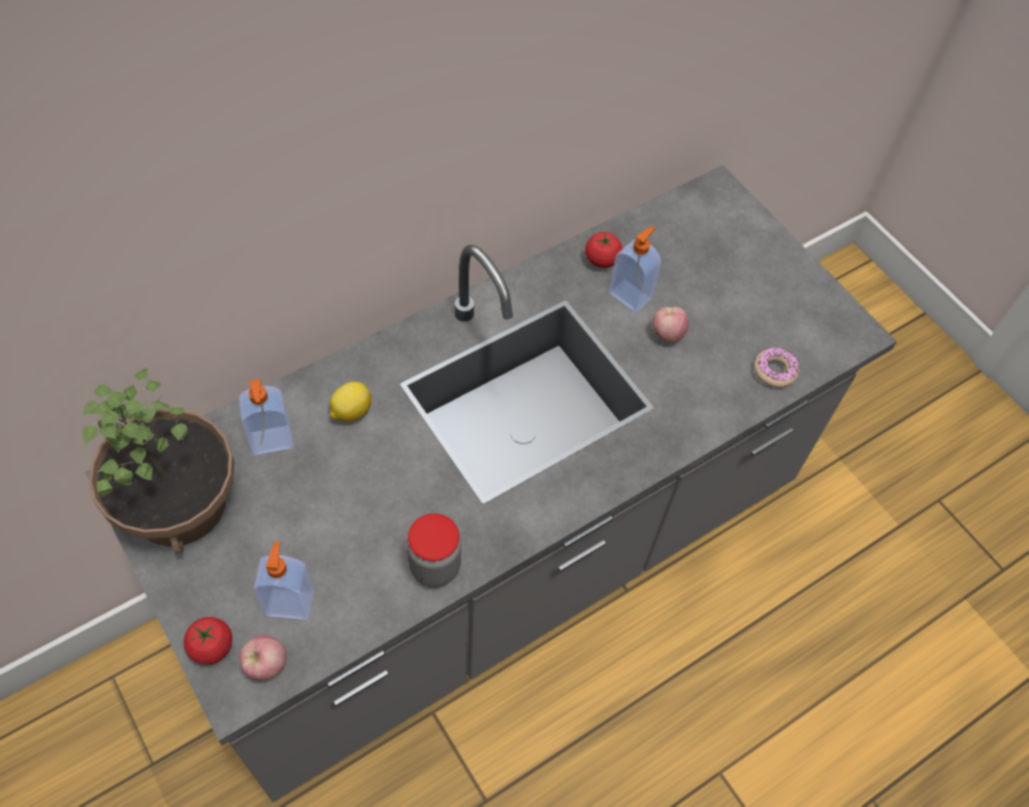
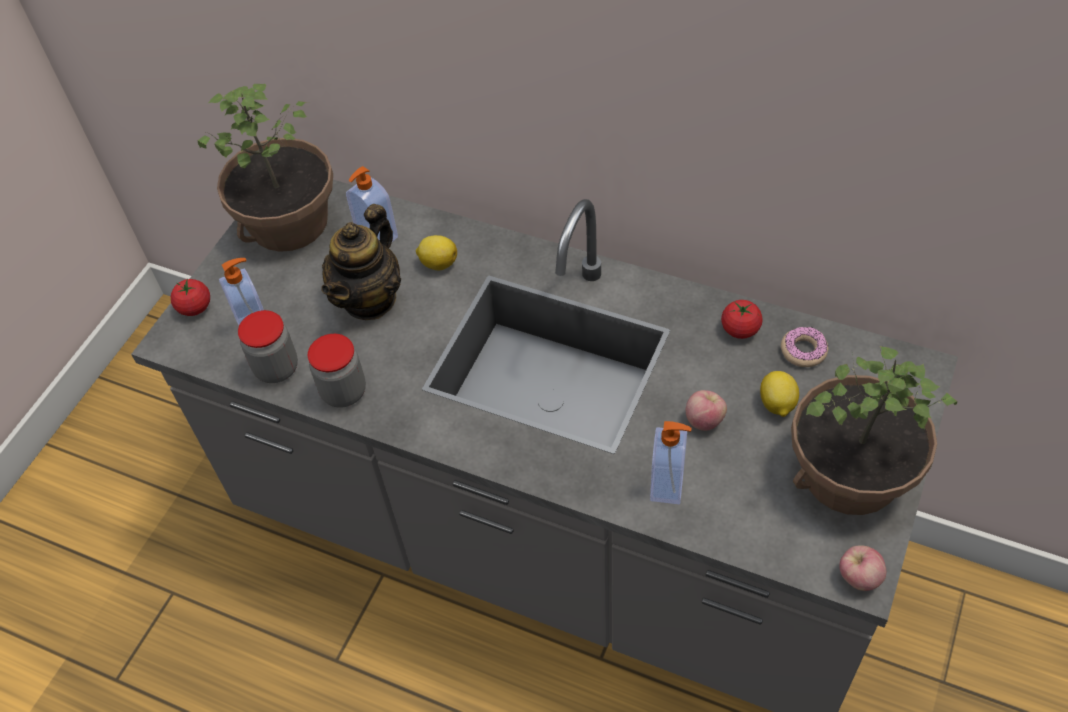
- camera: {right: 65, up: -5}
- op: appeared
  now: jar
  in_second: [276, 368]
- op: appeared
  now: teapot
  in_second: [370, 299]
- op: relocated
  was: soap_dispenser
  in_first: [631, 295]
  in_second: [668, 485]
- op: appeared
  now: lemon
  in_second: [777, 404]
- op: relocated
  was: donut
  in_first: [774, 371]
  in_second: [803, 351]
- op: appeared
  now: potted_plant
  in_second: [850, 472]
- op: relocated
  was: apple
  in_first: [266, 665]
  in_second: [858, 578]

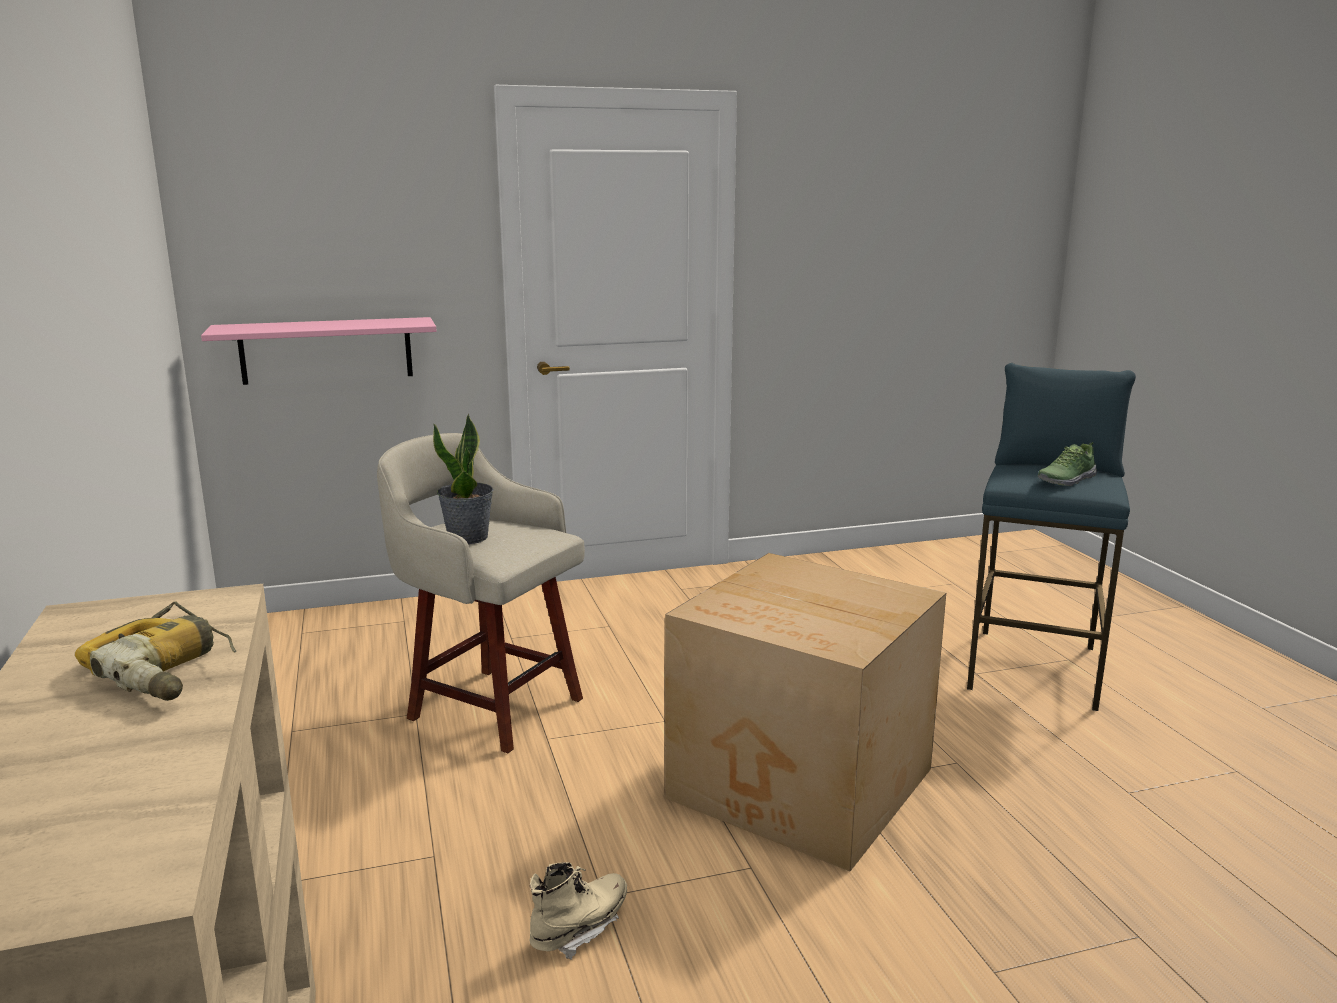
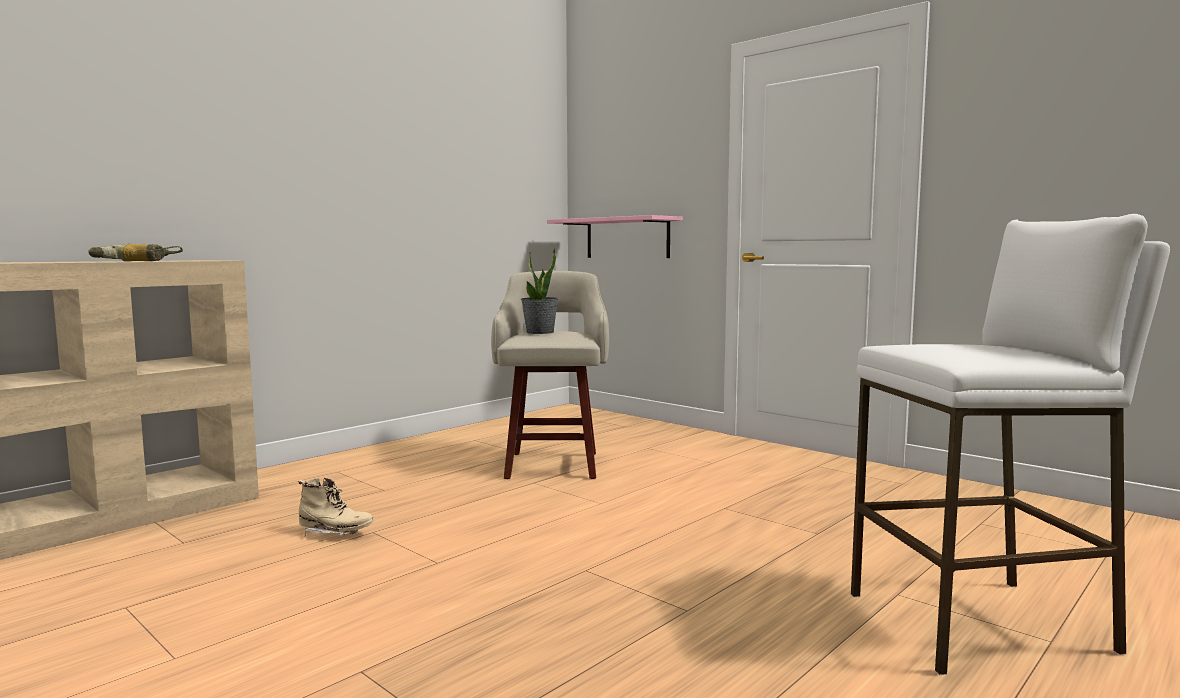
- camera: {right: 60, up: -10}
- op: colour
  was: blue_stool
  now: white_stool
  in_first: [1035, 667]
  in_second: [981, 623]
- op: missing
  was: cardboard_box
  in_first: [802, 786]
- op: missing
  was: shoe
  in_first: [1065, 480]

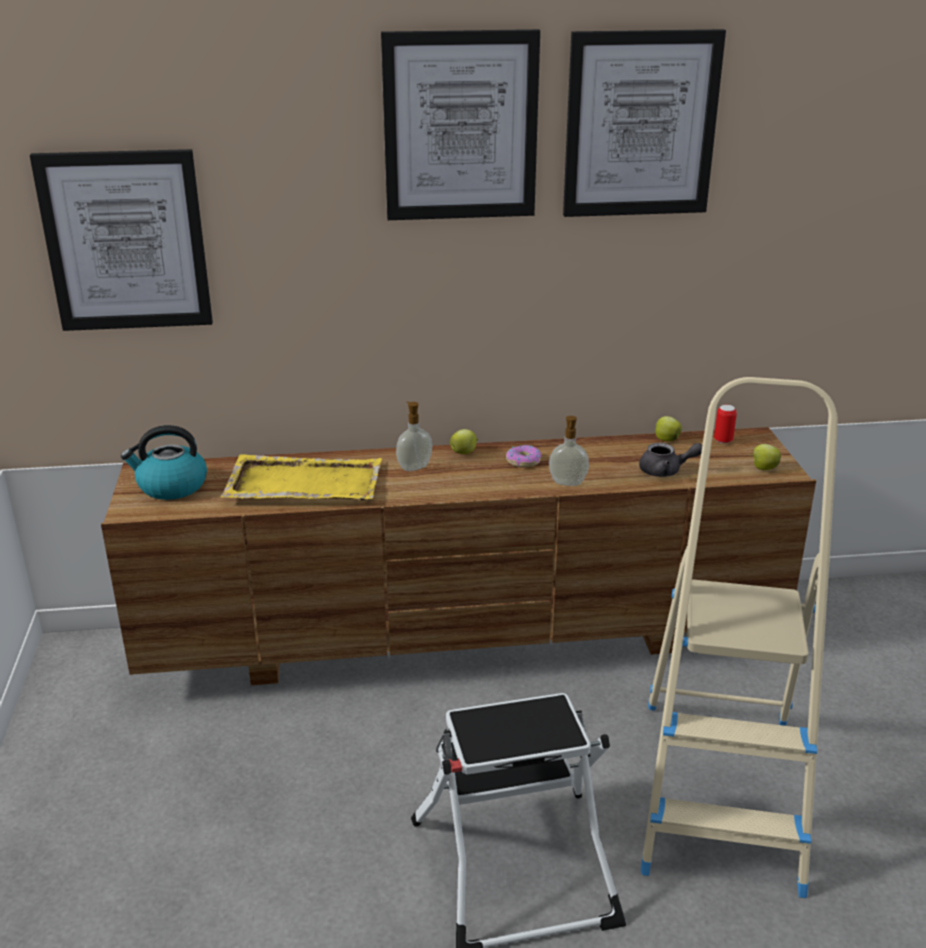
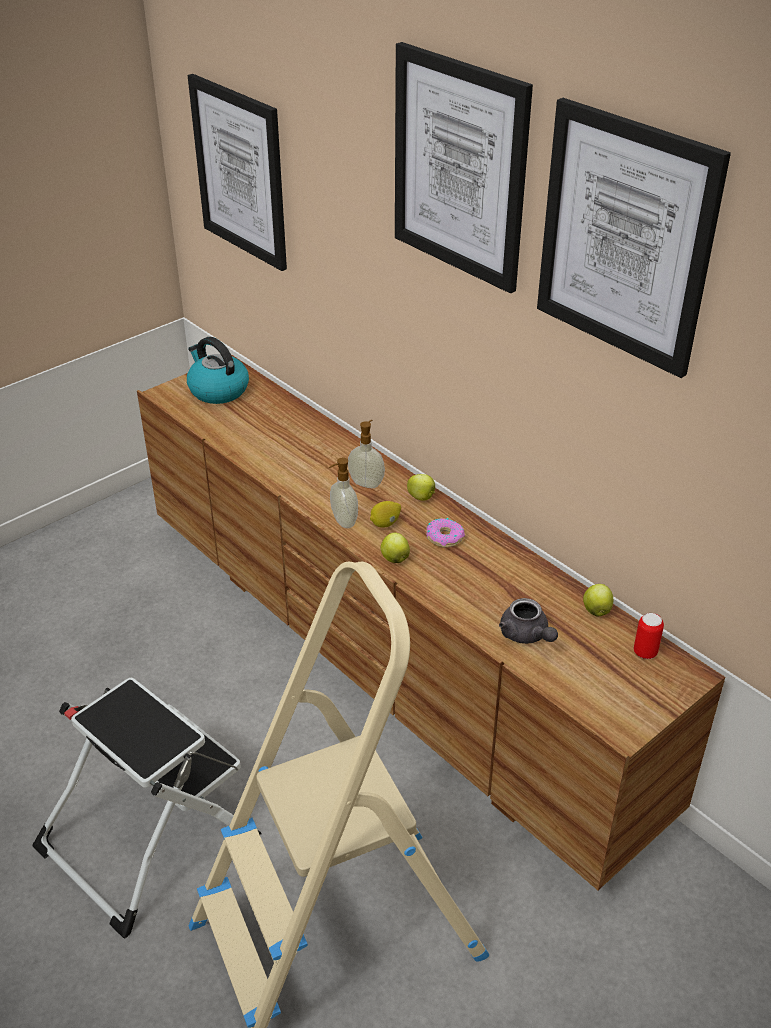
- camera: {right: 55, up: 10}
- op: relocated
  was: soap_dispenser
  in_first: [567, 483]
  in_second: [343, 521]
- op: appeared
  now: lemon
  in_second: [385, 523]
- op: relocated
  was: apple
  in_first: [763, 468]
  in_second: [394, 558]
- op: missing
  was: yellow_tray
  in_first: [302, 483]

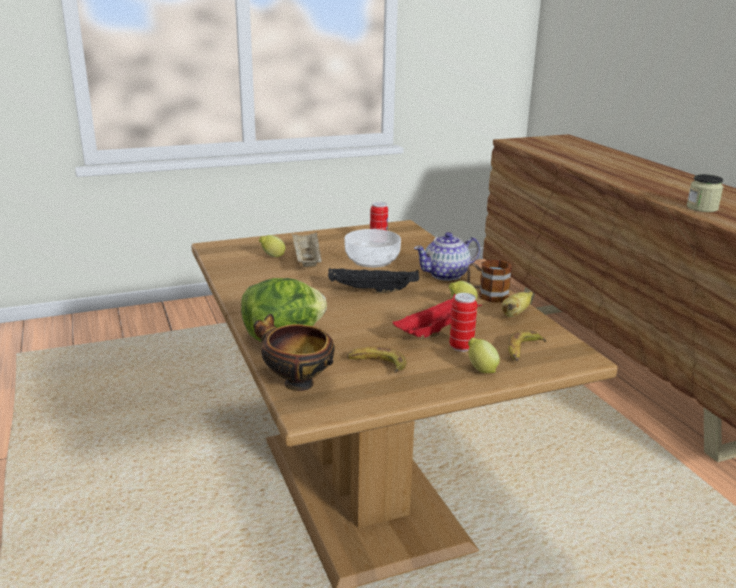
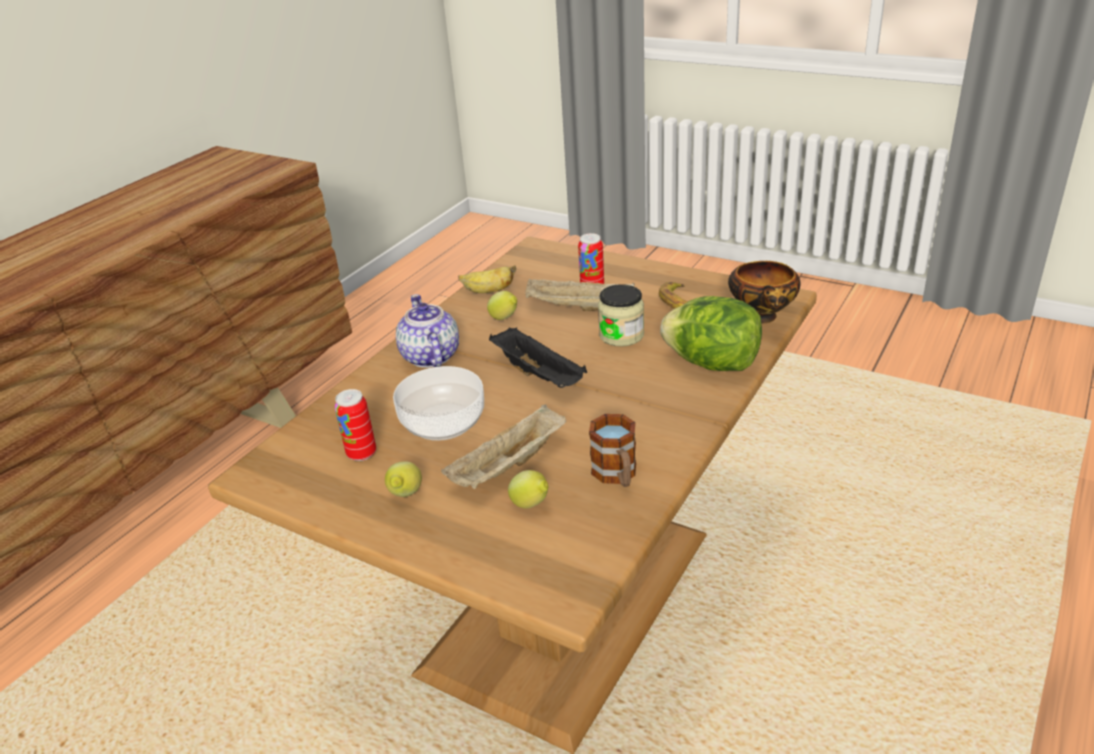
- camera: {right: -125, up: 10}
- op: relocated
  was: lemon
  in_first: [481, 369]
  in_second: [405, 495]
- op: spun
  was: teapot
  in_first: [446, 275]
  in_second: [430, 357]
  clockwise: -135
- op: colour
  was: red_tray
  now: beige_tray
  in_first: [436, 330]
  in_second: [577, 308]
- op: relocated
  was: mug
  in_first: [487, 295]
  in_second: [617, 475]
- op: relocated
  was: jar
  in_first: [702, 208]
  in_second: [621, 335]
- op: missing
  was: banana
  in_first: [523, 351]

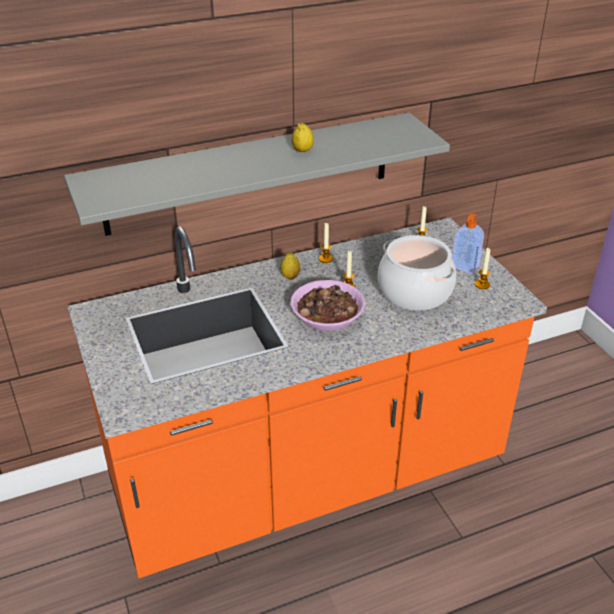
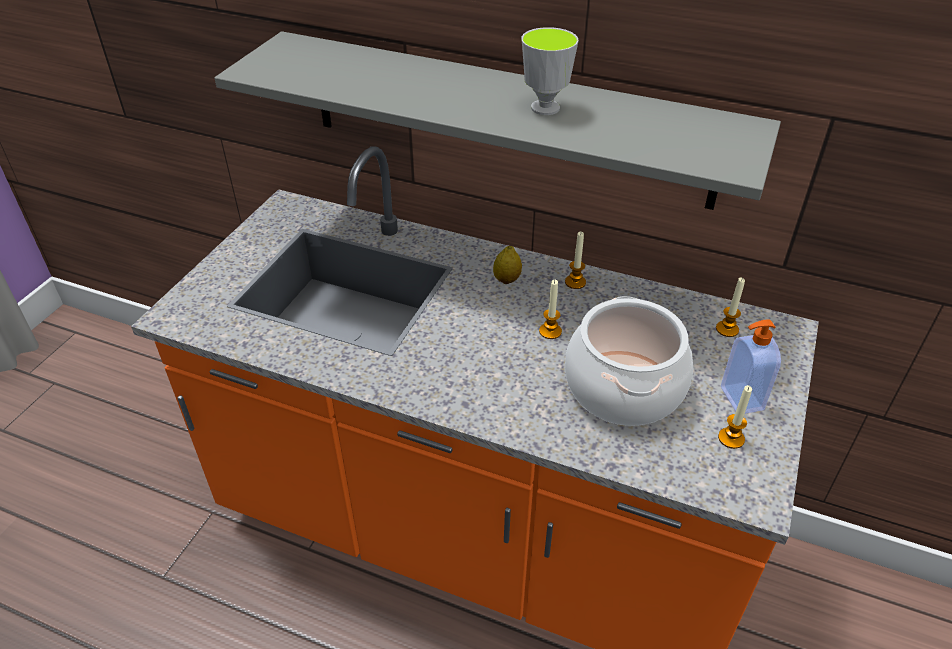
- camera: {right: 45, up: 5}
- op: exchanged
  was: lemon
  now: cup
  in_first: [302, 150]
  in_second: [545, 108]
- op: missing
  was: bowl
  in_first: [326, 315]

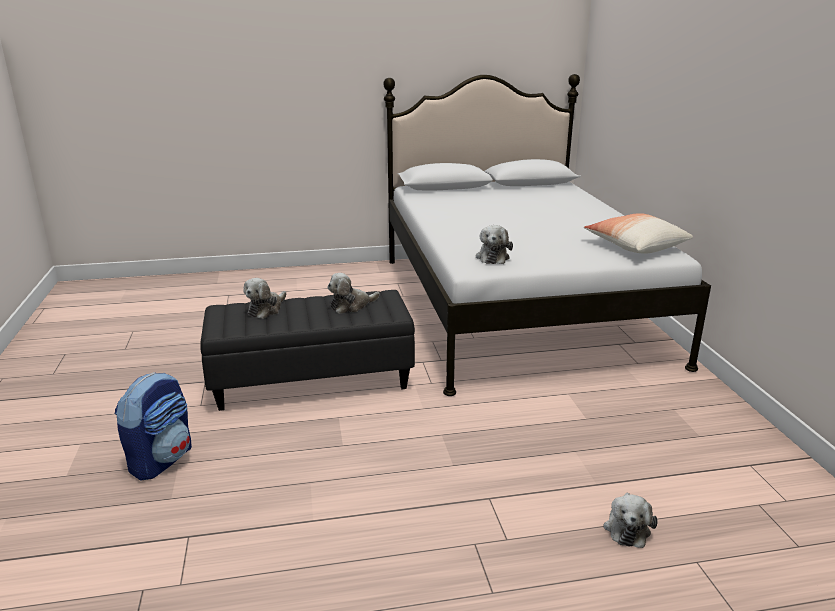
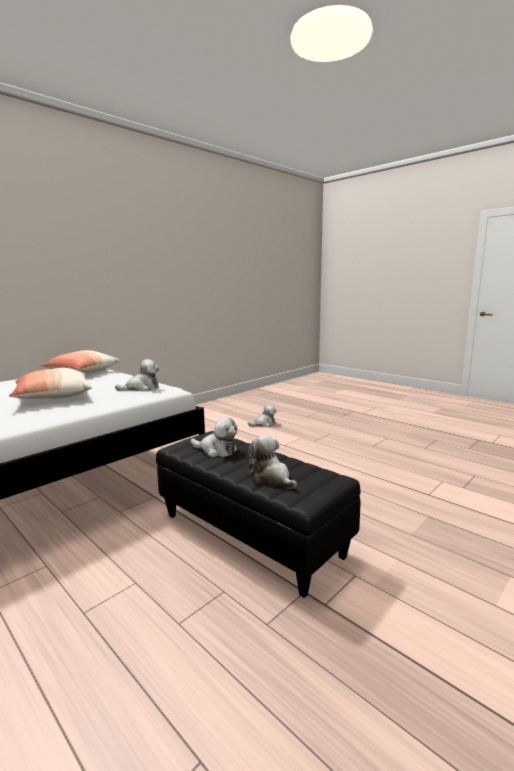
- camera: {right: -125, up: -10}
- op: appeared
  now: pillow
  in_second: [53, 397]
- op: spun
  was: plush_toy
  in_first: [266, 309]
  in_second: [271, 478]
  clockwise: -120
- op: missing
  was: backpack
  in_first: [161, 460]

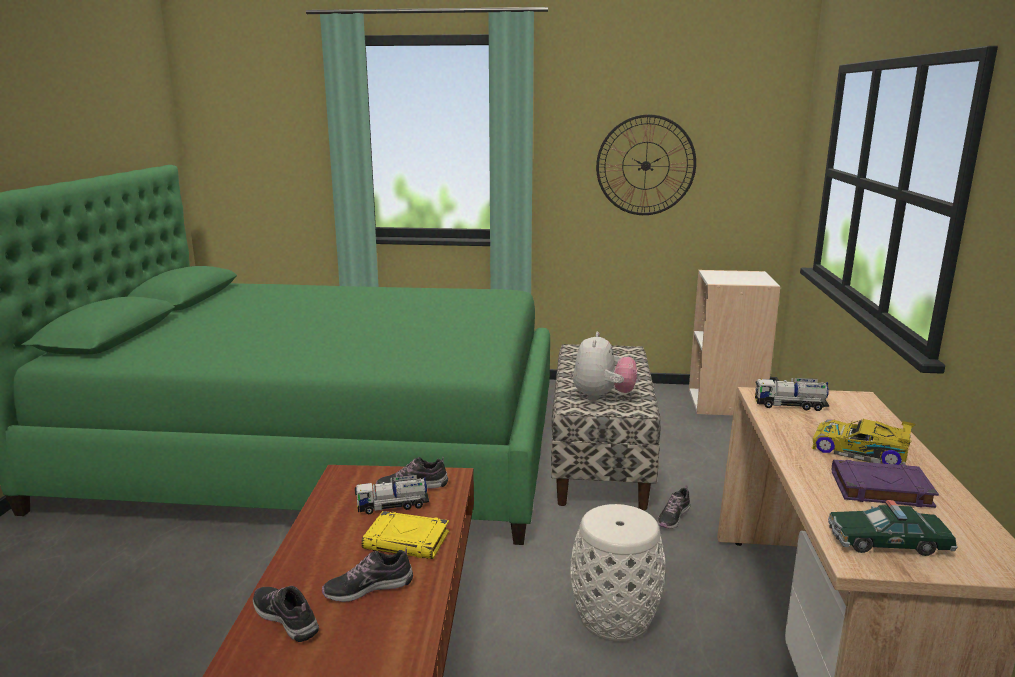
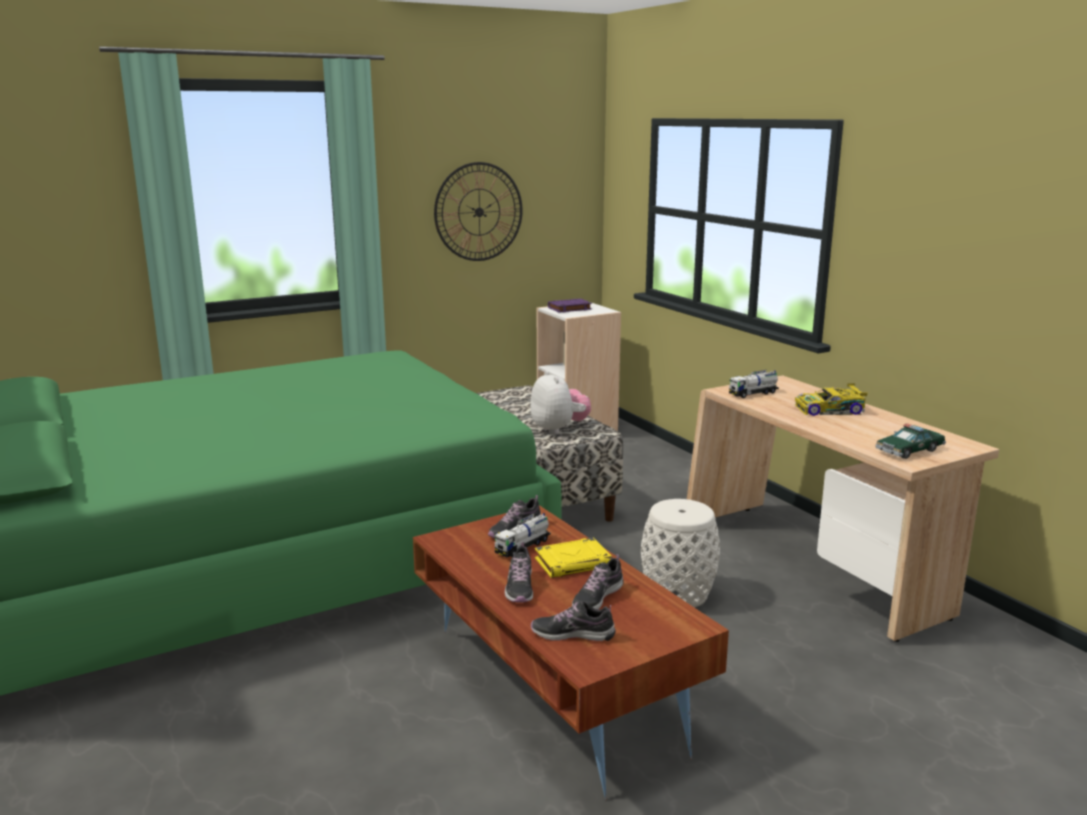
- camera: {right: -35, up: 0}
- op: relocated
  was: shoe
  in_first: [673, 517]
  in_second: [520, 587]
- op: relocated
  was: purple_book
  in_first: [879, 489]
  in_second: [569, 309]

